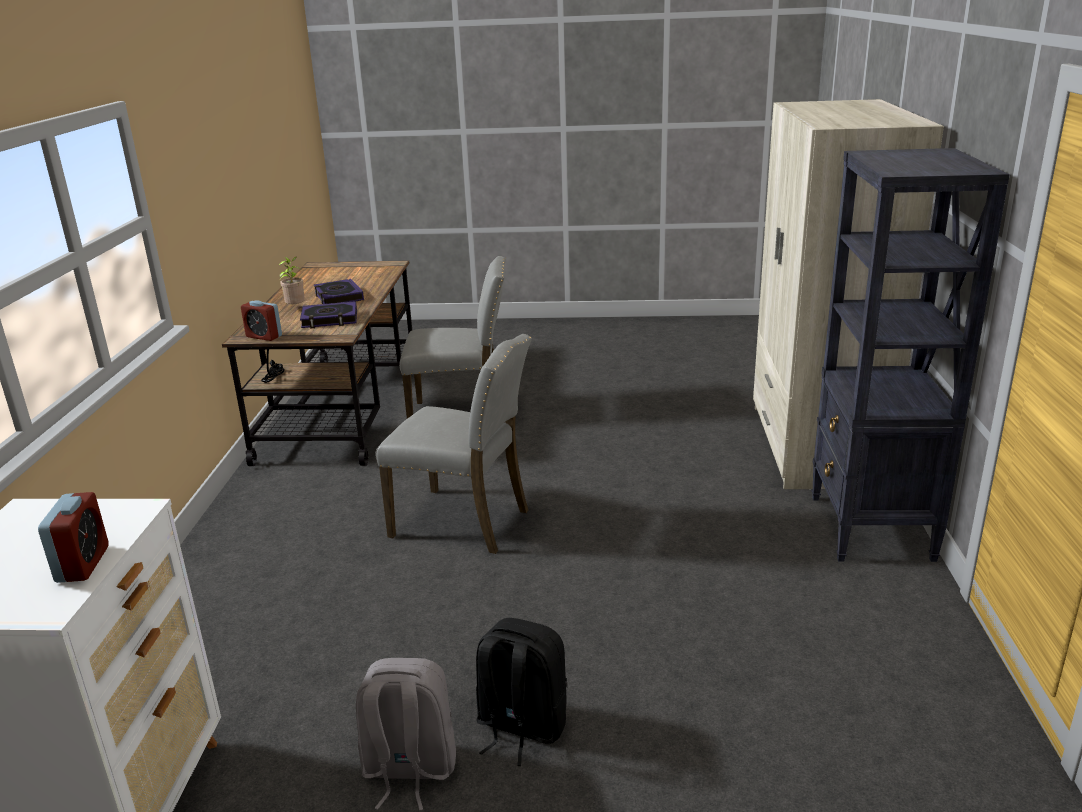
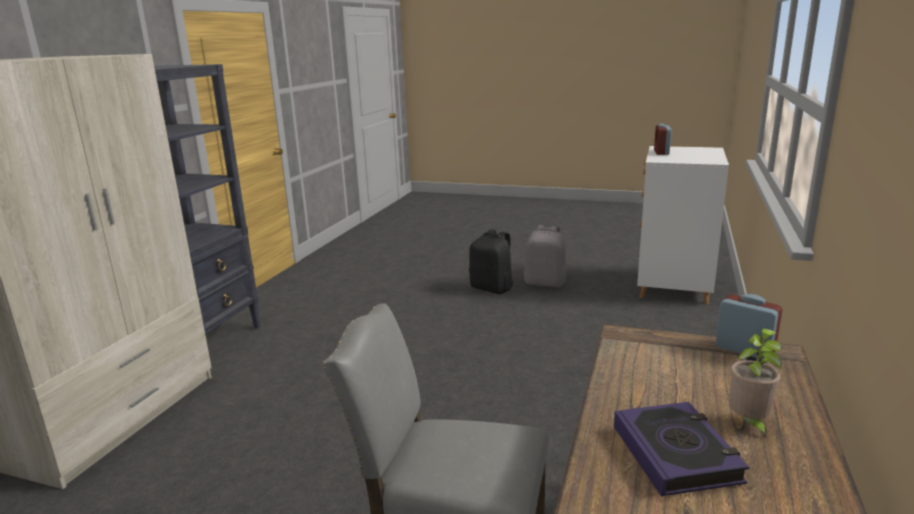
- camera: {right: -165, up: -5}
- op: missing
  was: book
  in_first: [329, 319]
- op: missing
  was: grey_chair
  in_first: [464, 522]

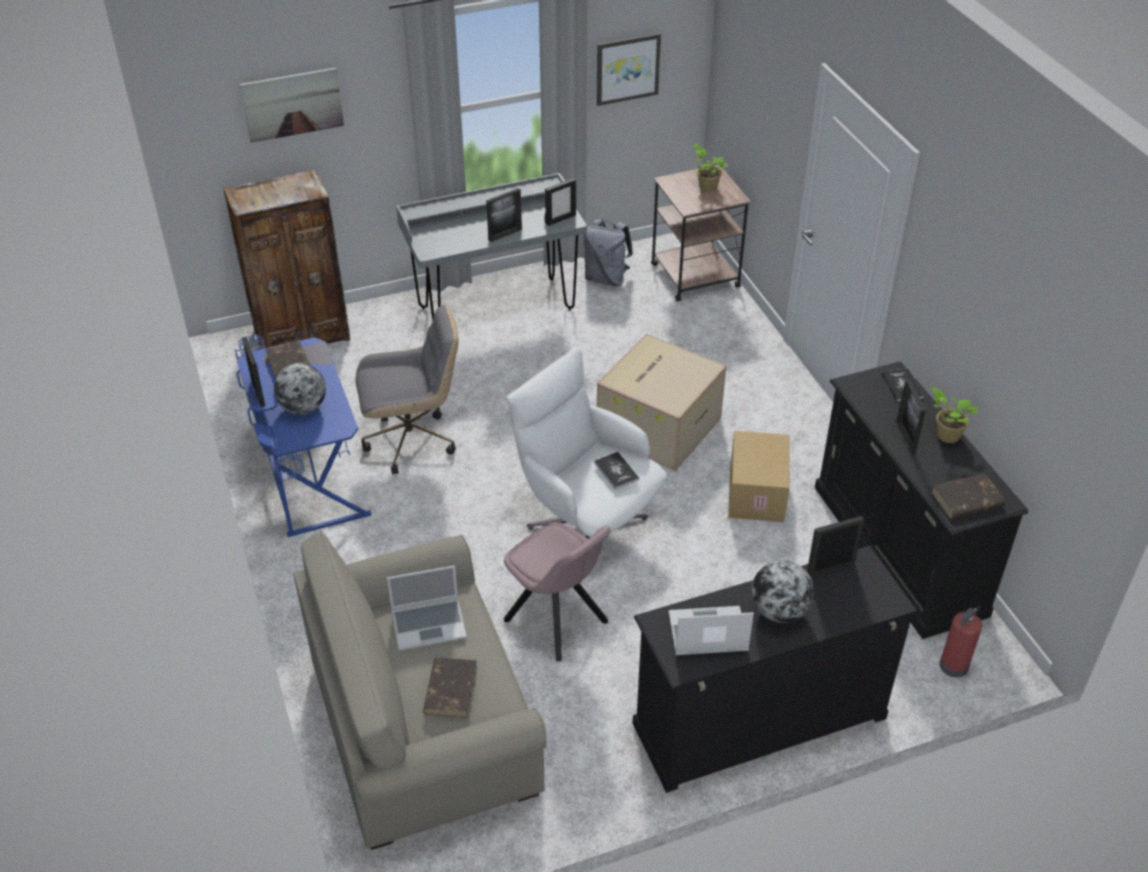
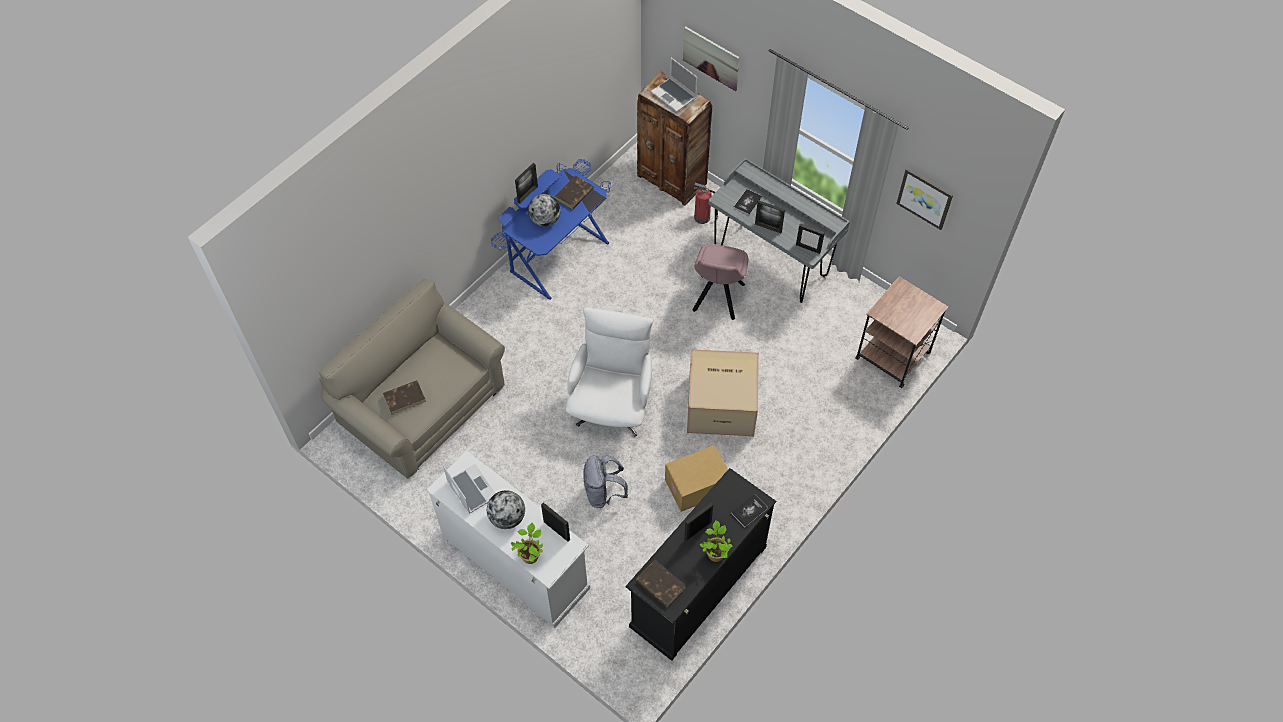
- camera: {right: 60, up: 15}
- op: colour
  was: black_cabinet
  now: white_cabinet
  in_first: [758, 721]
  in_second: [514, 562]
- op: relocated
  was: potted_plant
  in_first: [706, 186]
  in_second: [530, 555]
- op: relocated
  was: grey_backpack
  in_first: [606, 278]
  in_second: [604, 493]
- op: relocated
  was: laptop
  in_first: [429, 624]
  in_second: [674, 95]
- op: relocated
  was: pink_chair
  in_first: [557, 621]
  in_second: [718, 297]
- op: relocated
  was: fire_extinguisher
  in_first: [955, 664]
  in_second: [703, 217]
- op: relocated
  was: book
  in_first: [616, 471]
  in_second: [747, 202]
- op: missing
  was: grey_office_chair
  in_first: [413, 442]

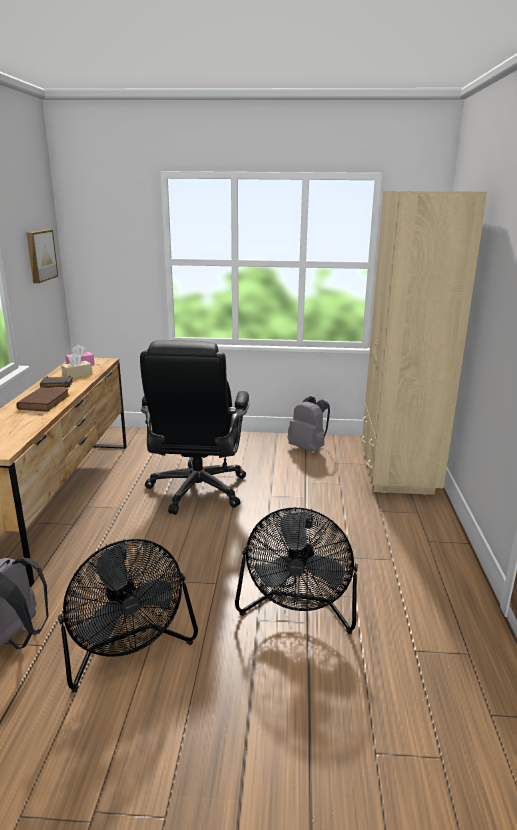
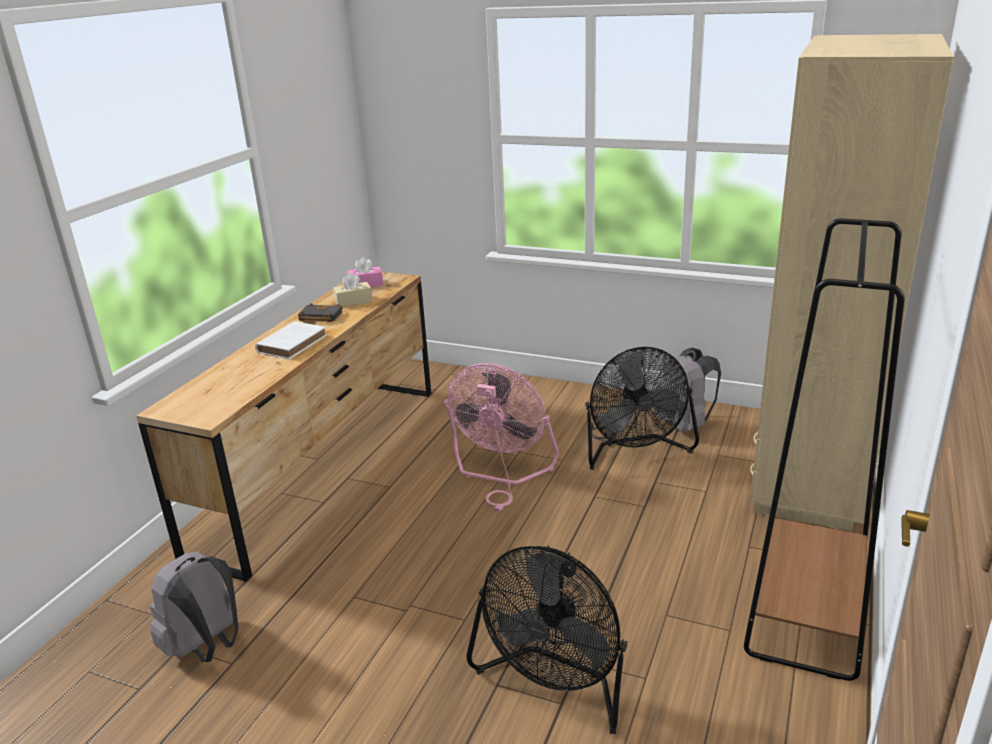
- camera: {right: 20, up: 5}
- op: colour
  was: brown_book
  now: white_book
  in_first: [45, 402]
  in_second: [293, 343]
- op: exchanged
  was: black_office_chair
  now: pink_fan
  in_first: [198, 489]
  in_second: [498, 473]
- op: relocated
  was: black_fan
  in_first: [122, 651]
  in_second: [630, 450]
- op: appeared
  now: clothes_rack
  in_second: [805, 612]
- op: missing
  was: picture
  in_first: [40, 255]

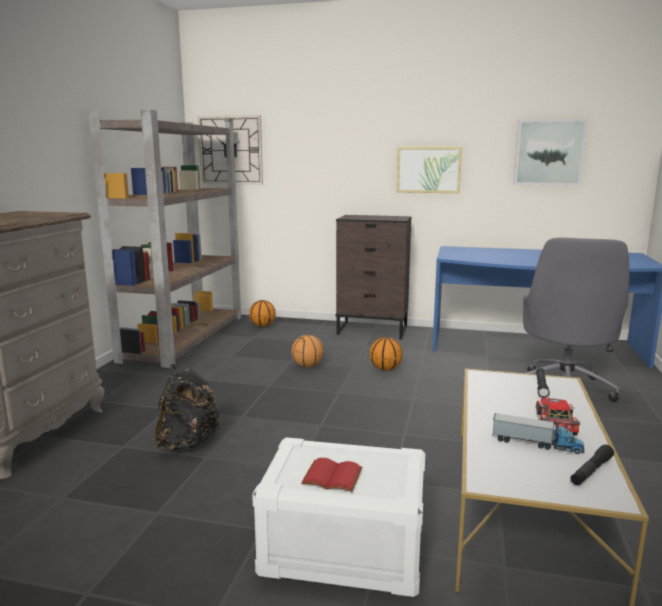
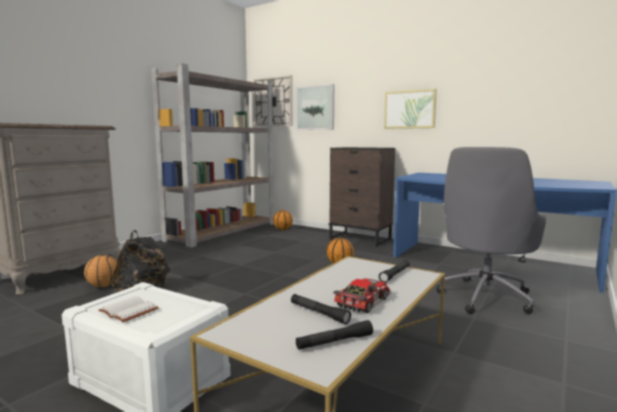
- camera: {right: 20, up: -5}
- op: relocated
  was: basketball
  in_first: [308, 366]
  in_second: [103, 286]
- op: colour
  was: red_book
  now: white_book
  in_first: [331, 478]
  in_second: [127, 311]
- op: exchanged
  was: toy_truck
  now: black_flashlight
  in_first: [536, 444]
  in_second: [319, 313]
- op: relocated
  was: picture
  in_first: [549, 152]
  in_second: [315, 108]

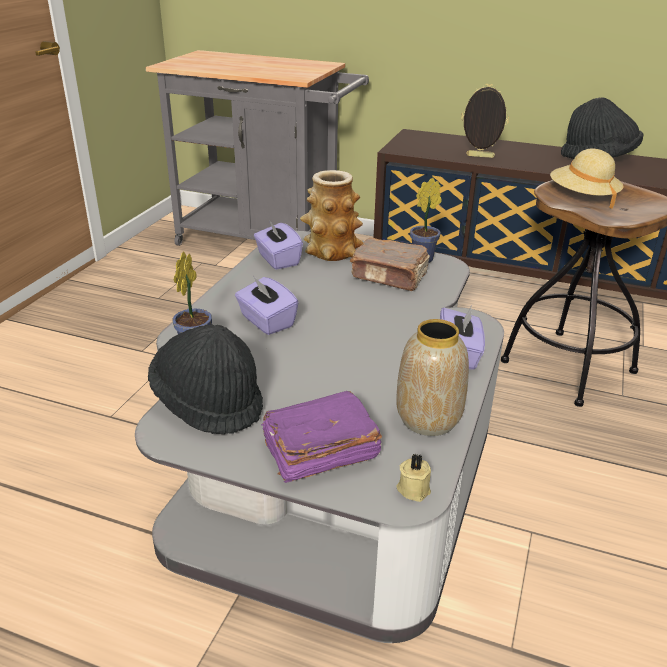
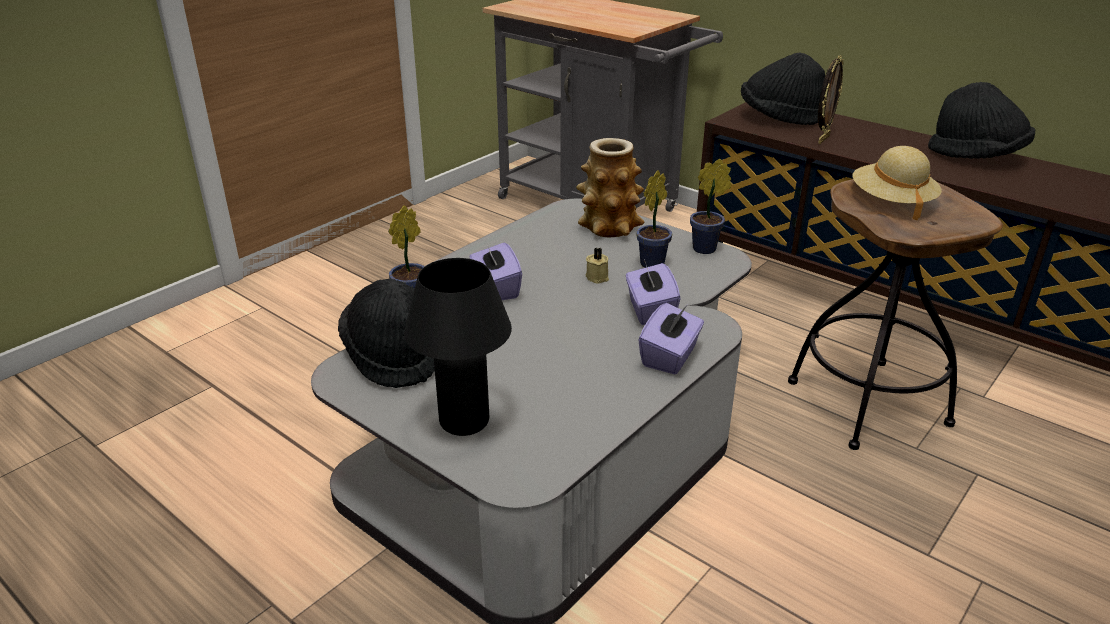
- camera: {right: 20, up: 0}
- op: exchanged
  was: purple_book
  now: black_table_lamp
  in_first: [319, 452]
  in_second: [464, 421]
- op: relocated
  was: beige_candle
  in_first: [413, 488]
  in_second: [598, 277]
- op: relocated
  was: purple_tissue_box
  in_first: [278, 260]
  in_second: [650, 311]
- op: exchanged
  was: brown_book
  now: potted_plant
  in_first: [390, 276]
  in_second: [654, 262]
- op: appeared
  now: black_hat
  in_second: [779, 118]
- op: spun
  was: picture_frame
  in_first: [479, 156]
  in_second: [822, 139]
  clockwise: 90
- op: missing
  was: vase
  in_first: [428, 420]

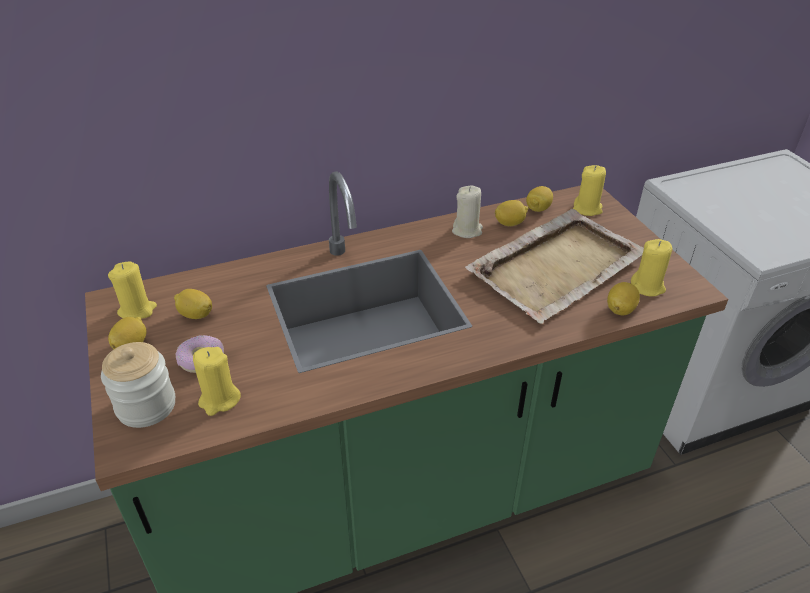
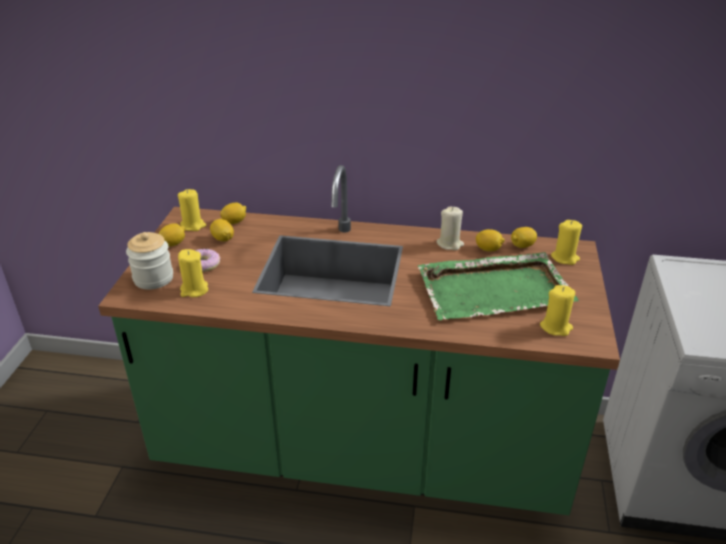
- camera: {right: 30, up: -5}
- op: relocated
  was: lemon
  in_first: [620, 309]
  in_second: [234, 222]
- op: colour
  was: beige_tray
  now: green_tray
  in_first: [558, 266]
  in_second: [496, 289]

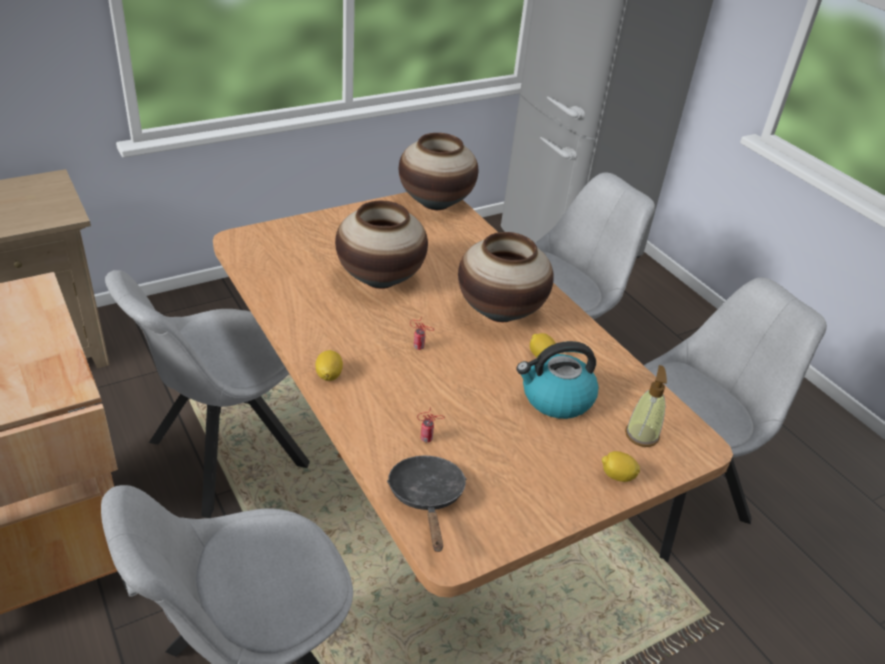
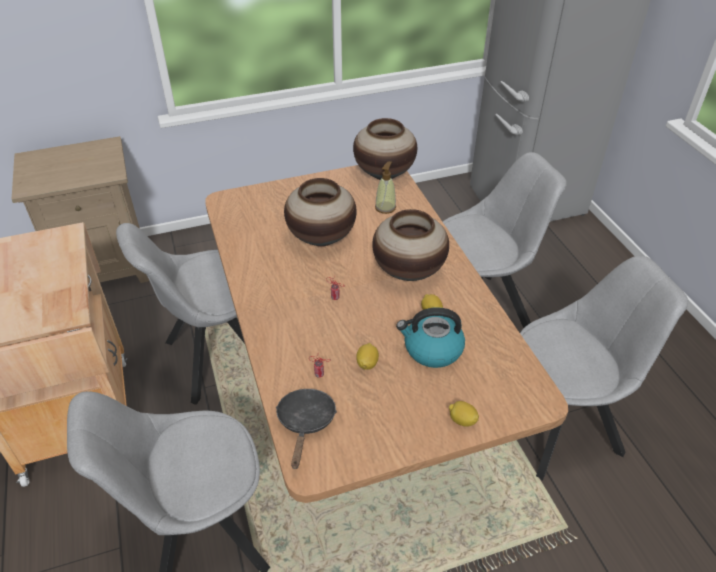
- camera: {right: 15, up: 5}
- op: relocated
  was: lemon
  in_first: [329, 375]
  in_second: [367, 363]
- op: relocated
  was: soap_dispenser
  in_first: [642, 435]
  in_second: [385, 207]

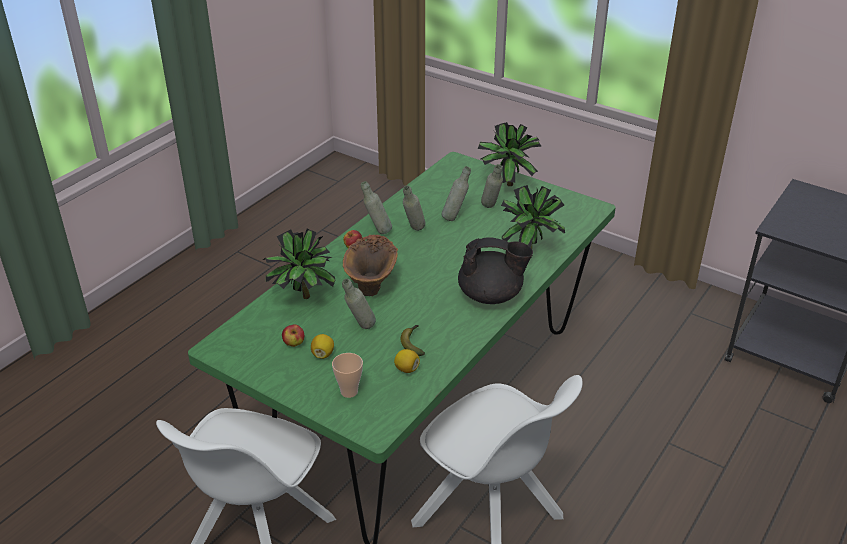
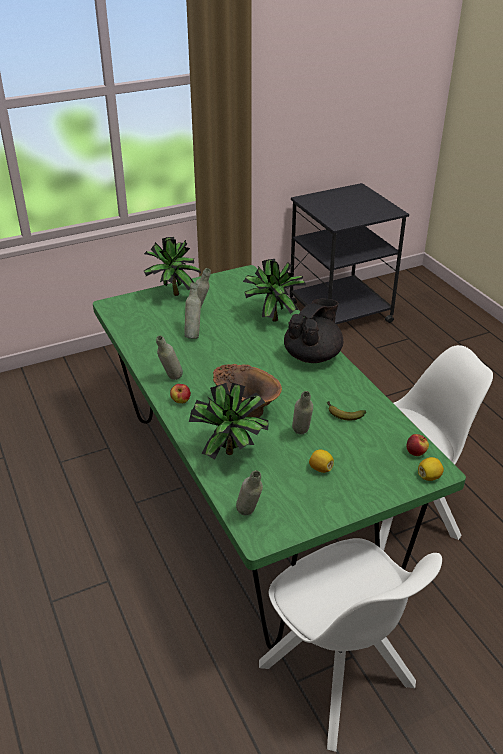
- camera: {right: -60, up: 0}
- op: relocated
  was: grey_bottle
  in_first: [413, 231]
  in_second: [249, 516]
- op: relocated
  was: apple
  in_first: [294, 344]
  in_second: [416, 453]
- op: relocated
  was: lemon
  in_first: [407, 369]
  in_second: [429, 477]
- op: missing
  was: cup
  in_first: [349, 391]

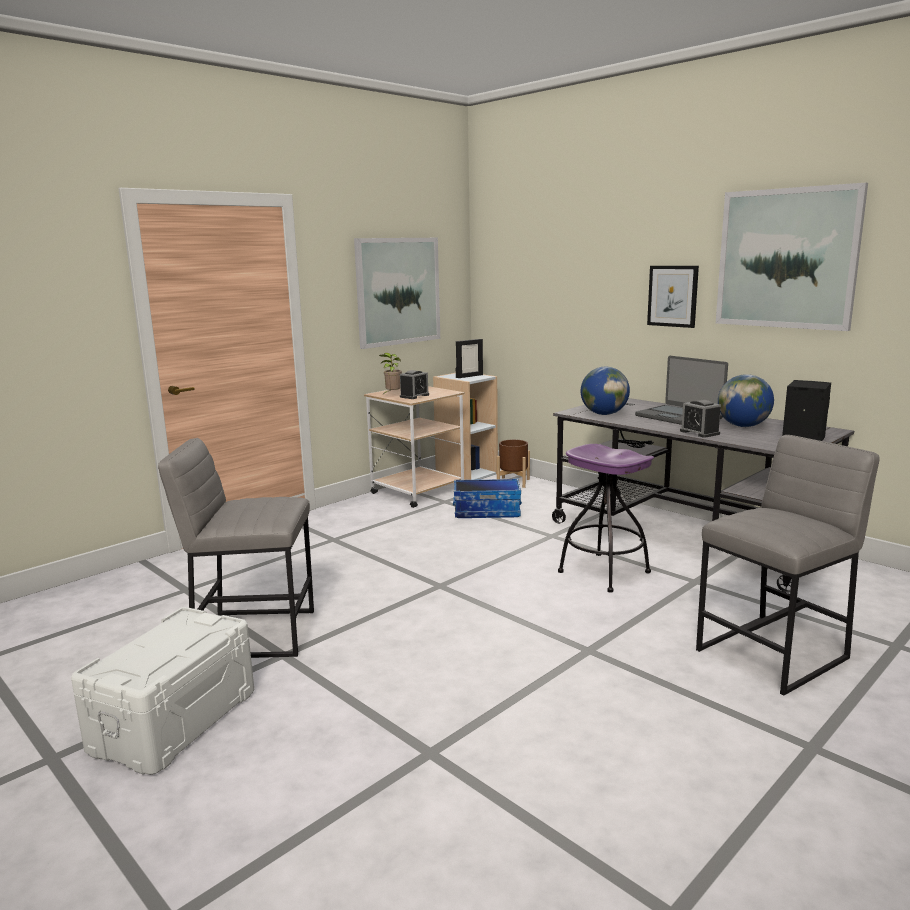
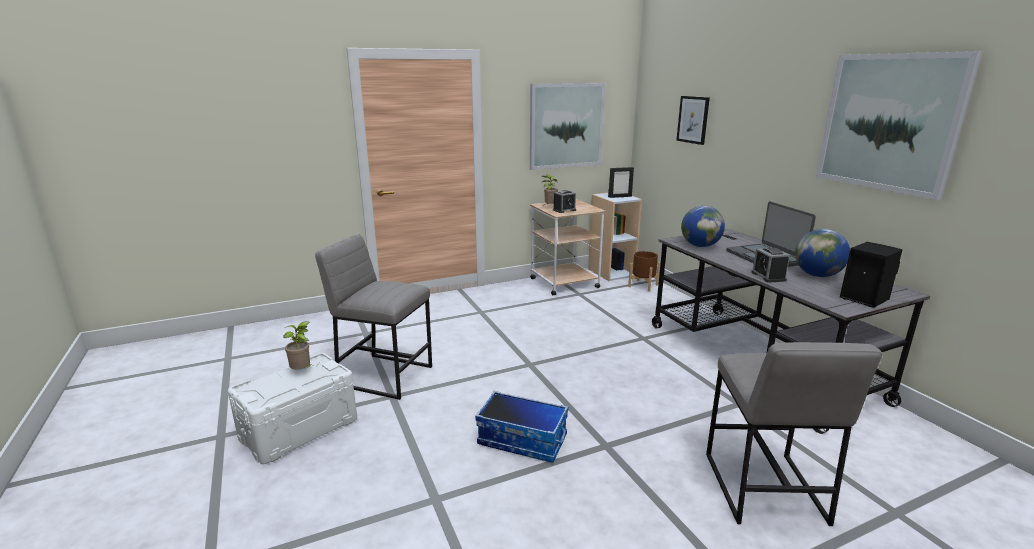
- camera: {right: 20, up: 5}
- op: appeared
  now: potted_plant
  in_second: [302, 371]
- op: relocated
  was: storage_box
  in_first: [487, 511]
  in_second: [523, 440]
- op: relocated
  was: picture
  in_first: [672, 296]
  in_second: [693, 119]
- op: spun
  was: grey_chair
  in_first: [773, 653]
  in_second: [764, 489]
  clockwise: 105
- op: missing
  was: purple_stool
  in_first: [603, 571]

